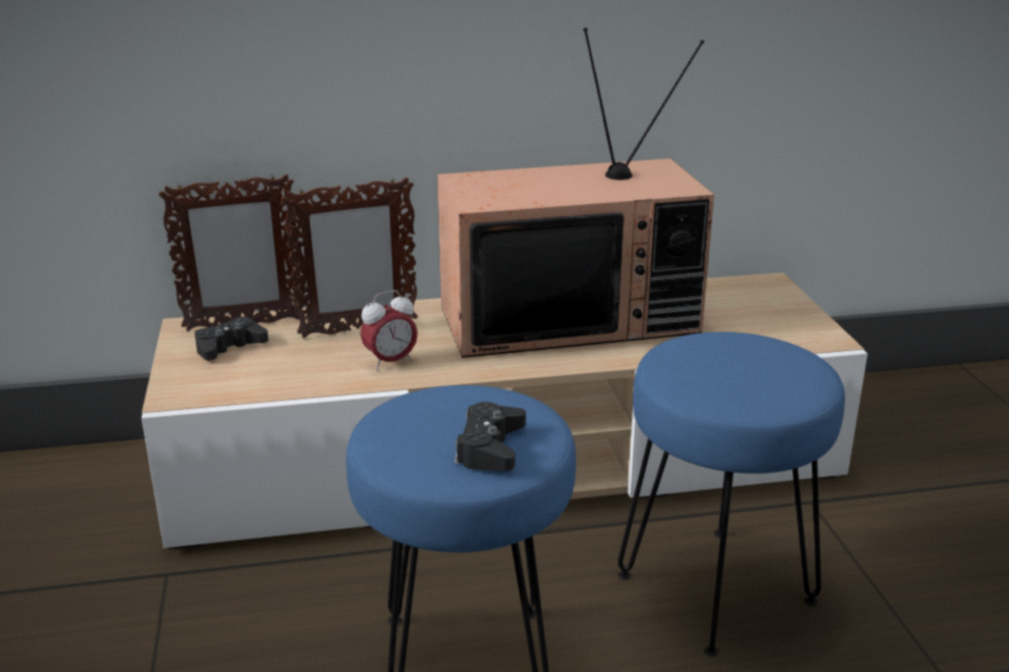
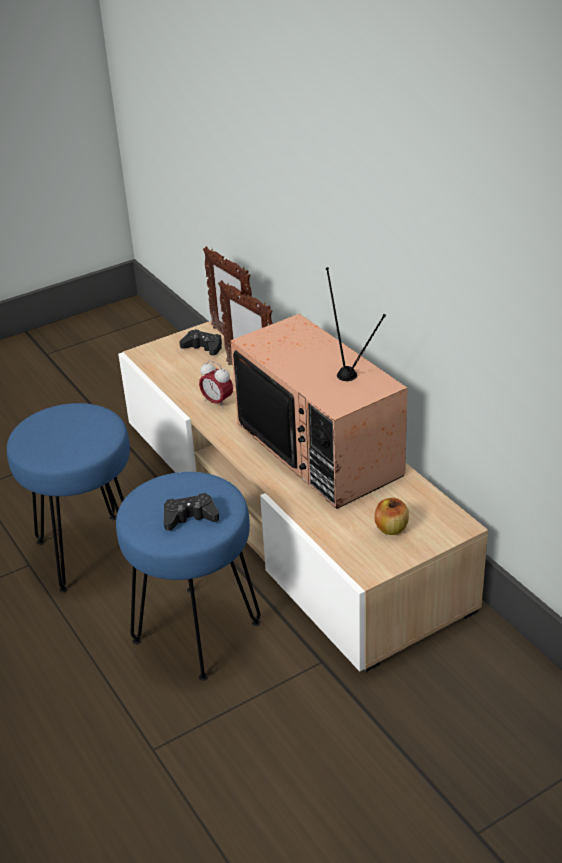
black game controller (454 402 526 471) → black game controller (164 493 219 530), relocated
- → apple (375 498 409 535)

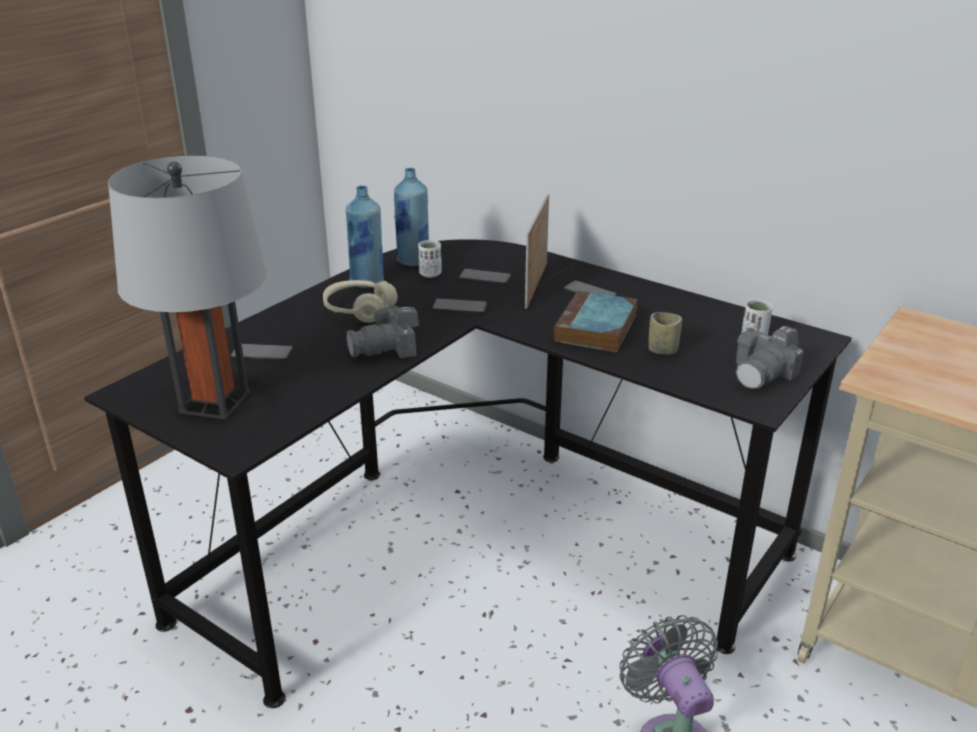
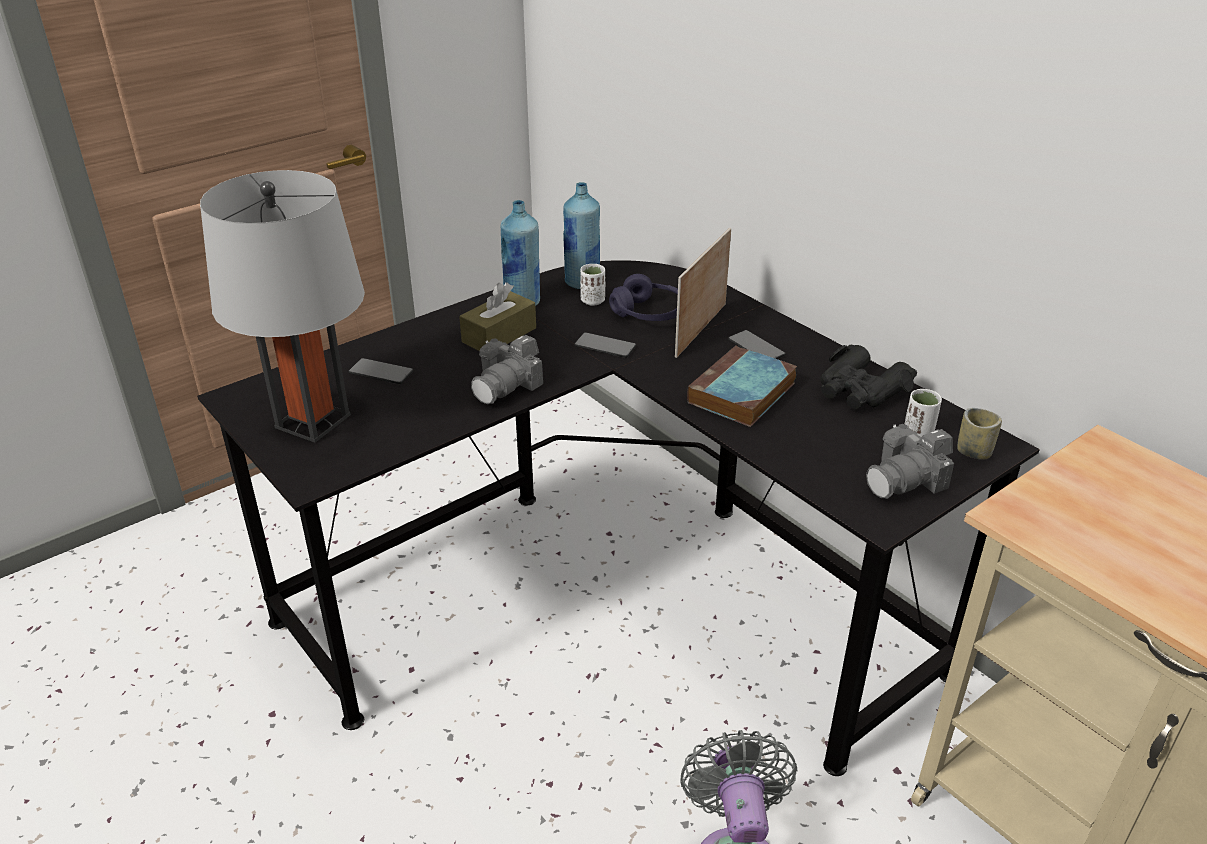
beige headphones (323 280 397 323) → brown tissue box (459 282 536 351)
photo camera (346 305 419 358) → photo camera (471 335 543 404), 45 degrees counterclockwise
phone (459 269 511 285) → purple headphones (609 274 678 321)
- → black binoculars (820 344 917 409)
cup (648 312 682 355) → cup (957 408 1002 460), relocated

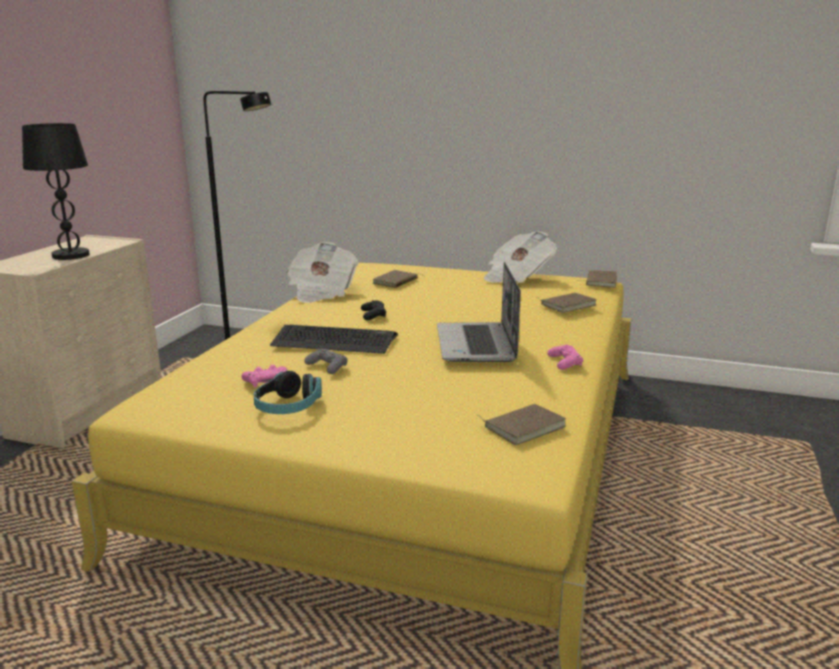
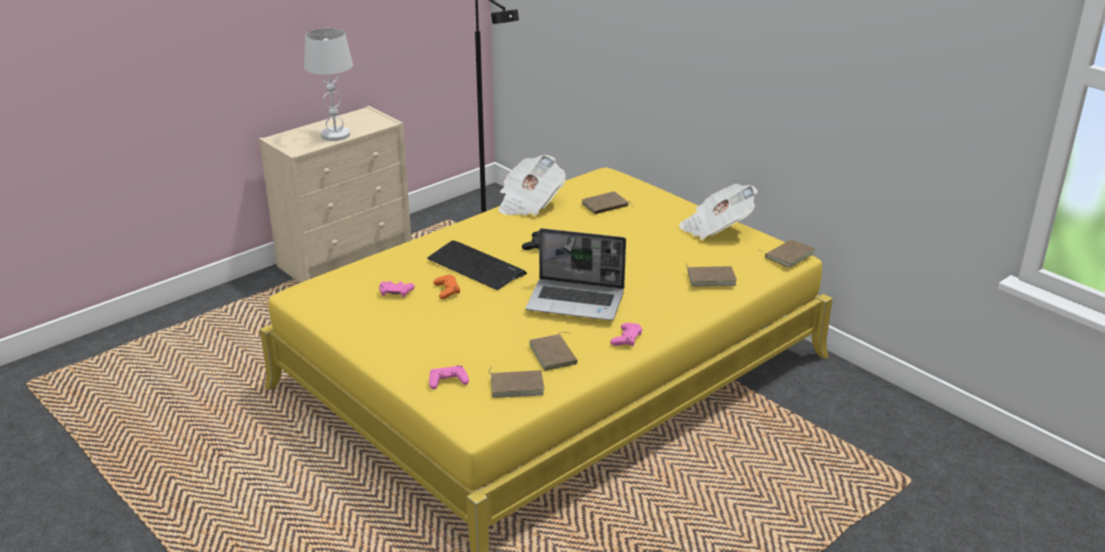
black table lamp (22 123 90 260) → white table lamp (304 28 353 141)
- → pink game controller (429 365 469 389)
grey game controller (304 349 348 374) → orange game controller (433 274 460 299)
laptop (437 262 521 362) → laptop (526 228 626 321), 105 degrees counterclockwise
- → brown book (529 332 578 371)
headphones (254 371 322 414) → -

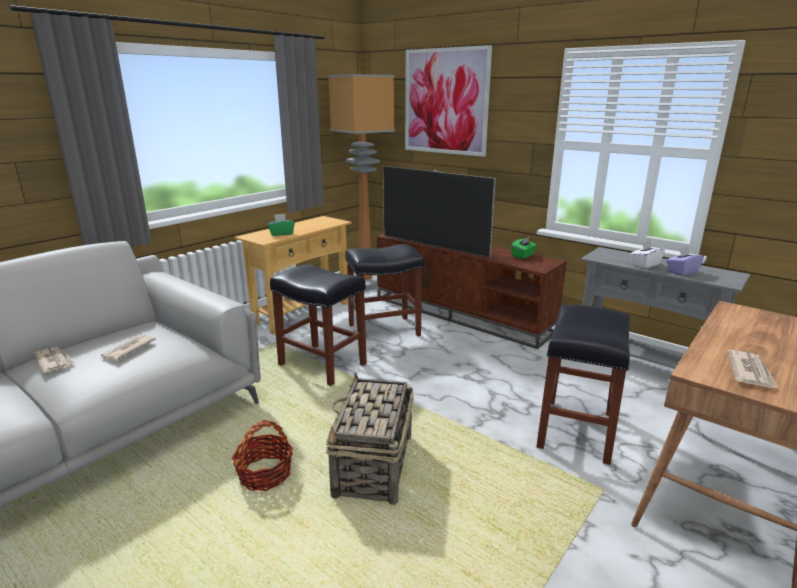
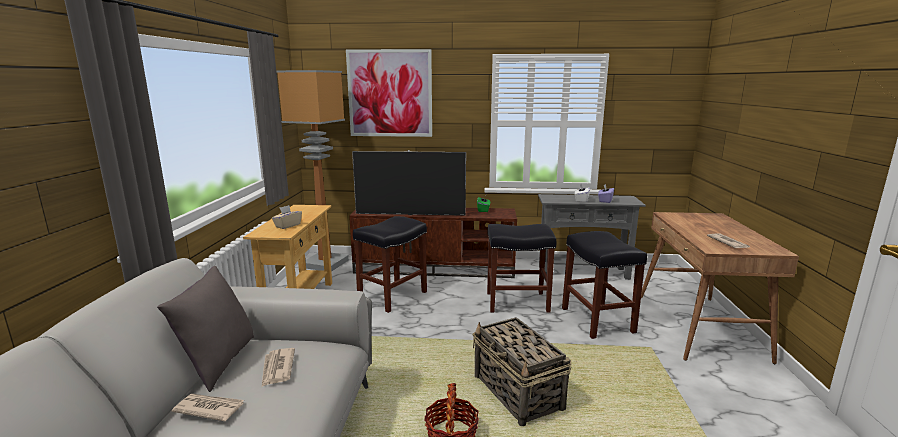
- → grey pillow (157 266 254 392)
green tissue box (267 214 295 236) → beige tissue box (272 205 302 229)
black stool (270 264 367 386) → black stool (487 224 556 313), relocated

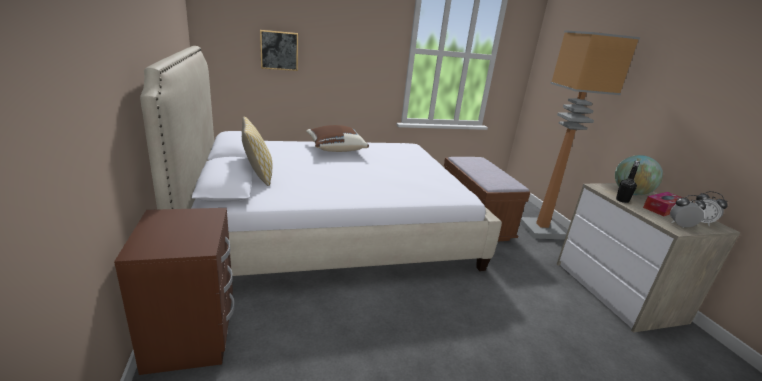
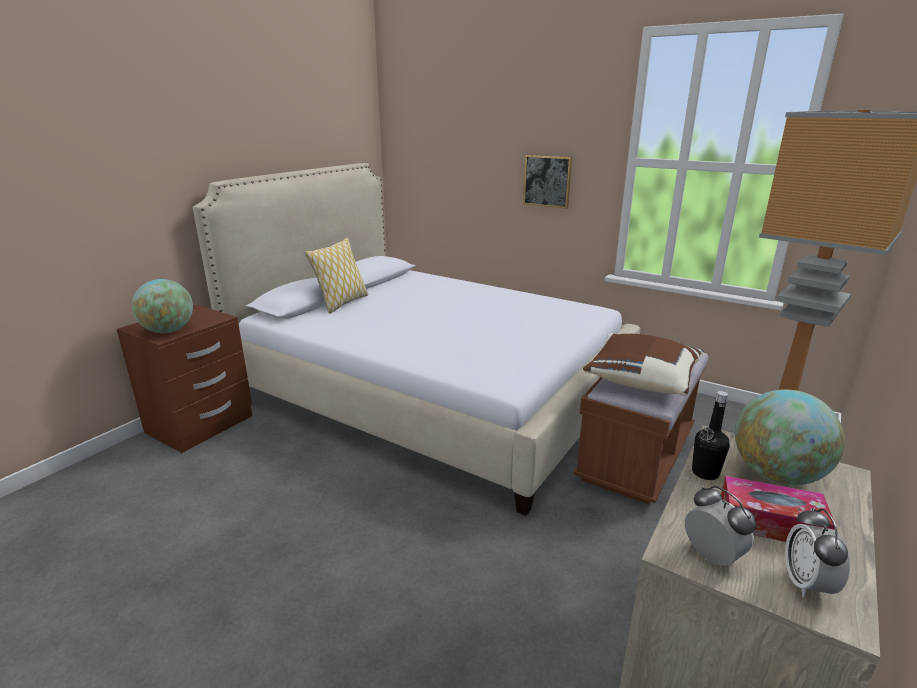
- → globe (132 279 193 333)
picture (260 30 298 71) → picture (523 155 572 209), relocated
brown pillow (306 125 369 152) → brown pillow (583 333 704 396), relocated

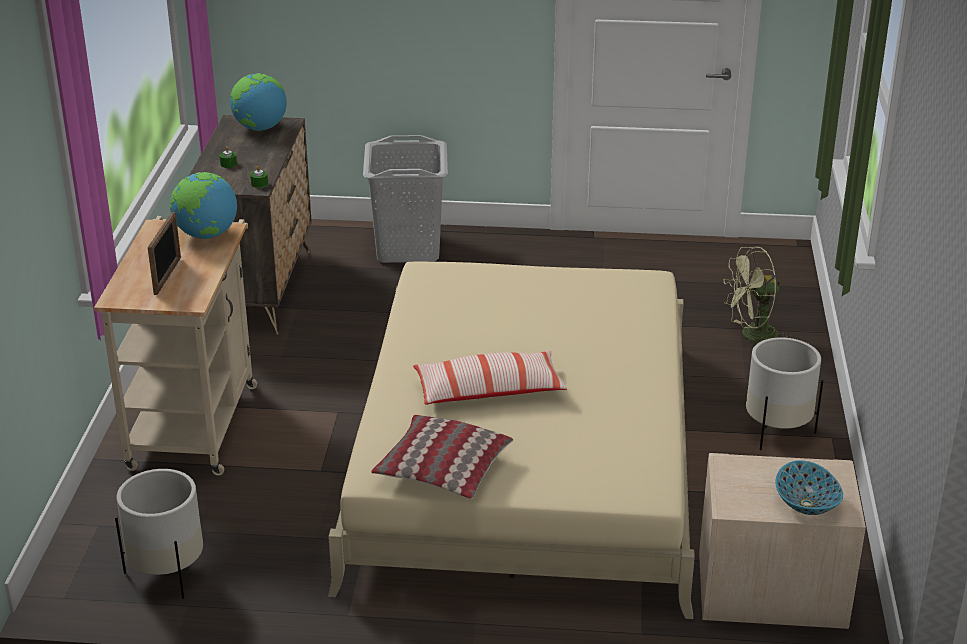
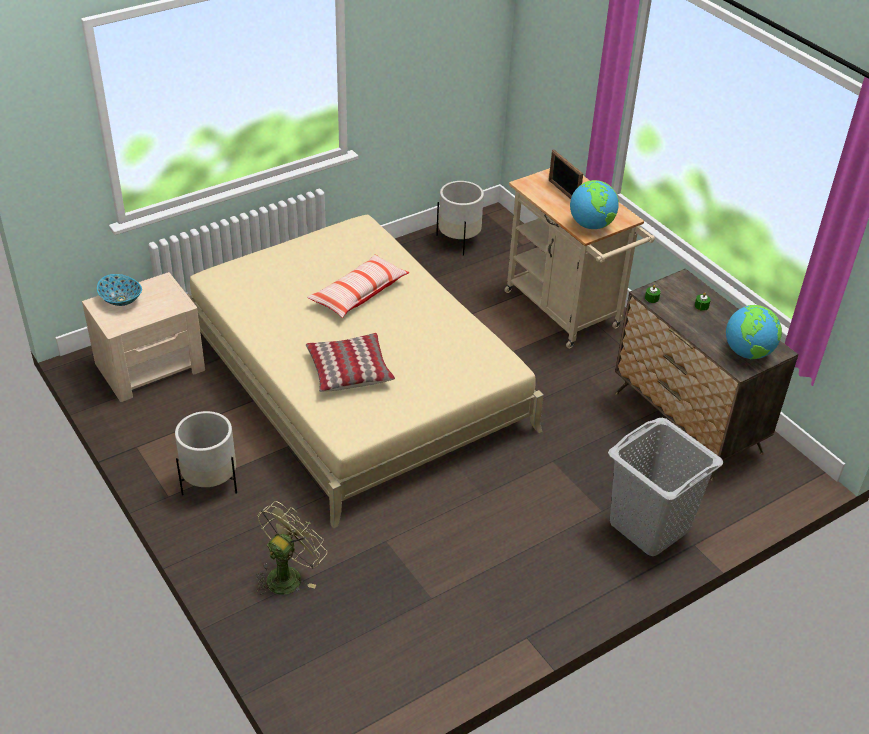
pillow (371 415 513 499) → pillow (306 333 395 392), relocated

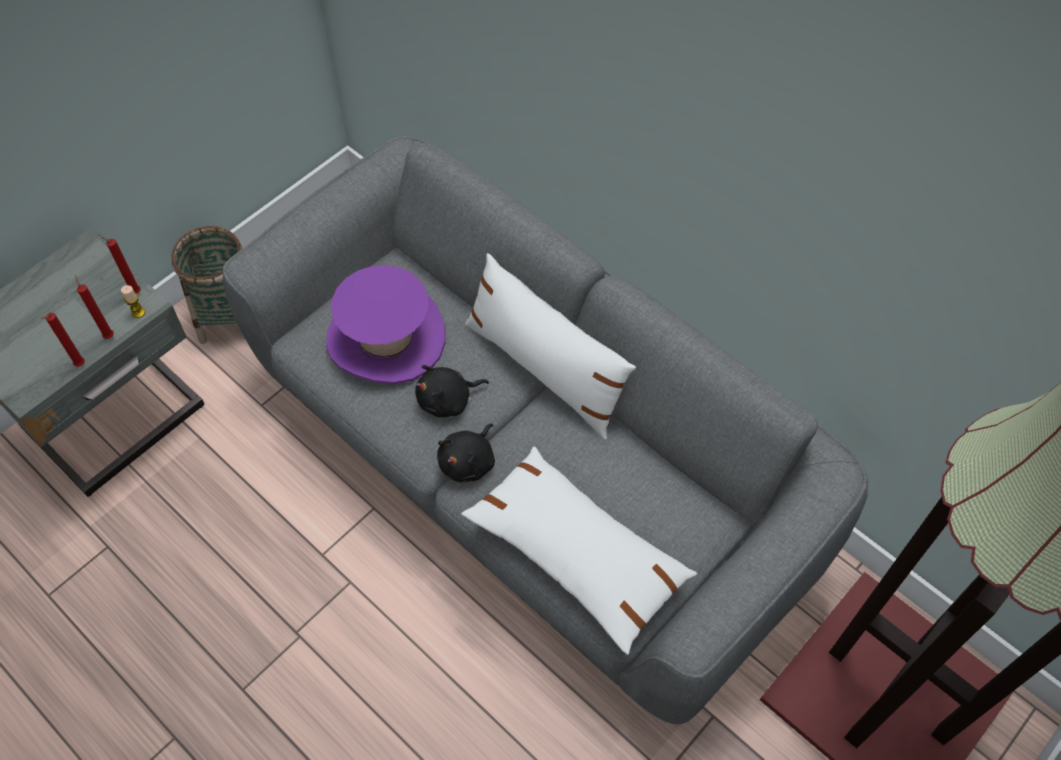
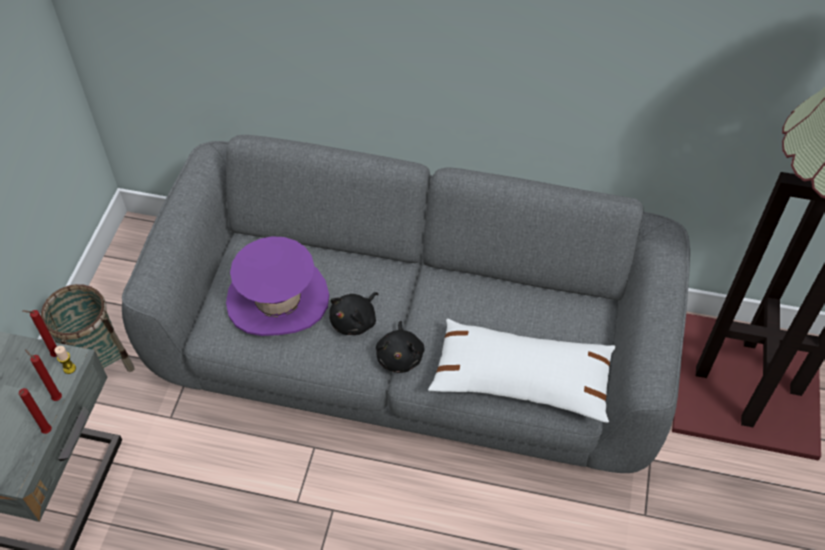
white pillow (465 253 636 440) → -

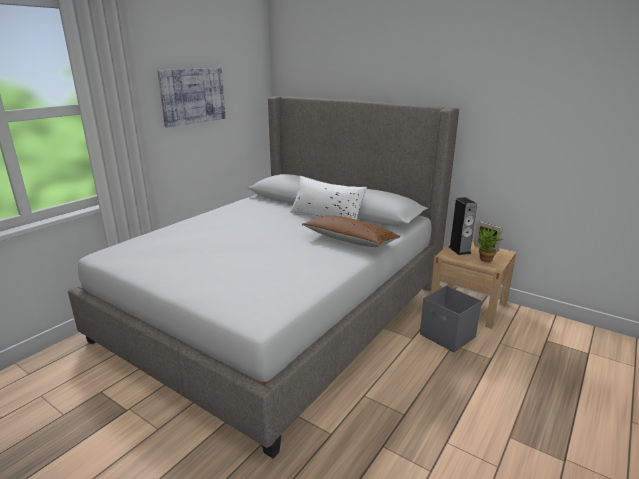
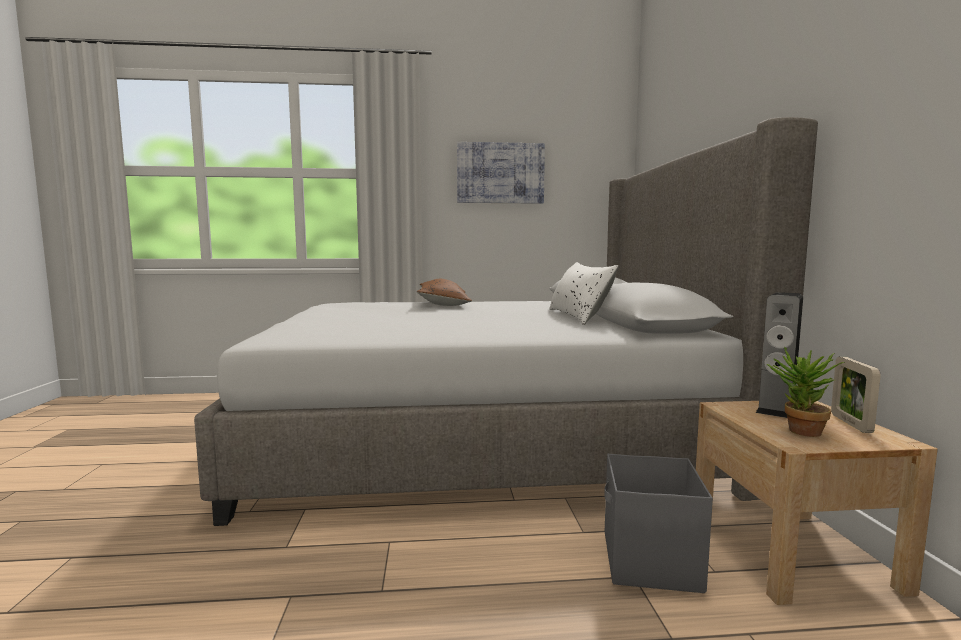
brown pillow (301 216 400 247) → brown pillow (417 279 472 306), relocated

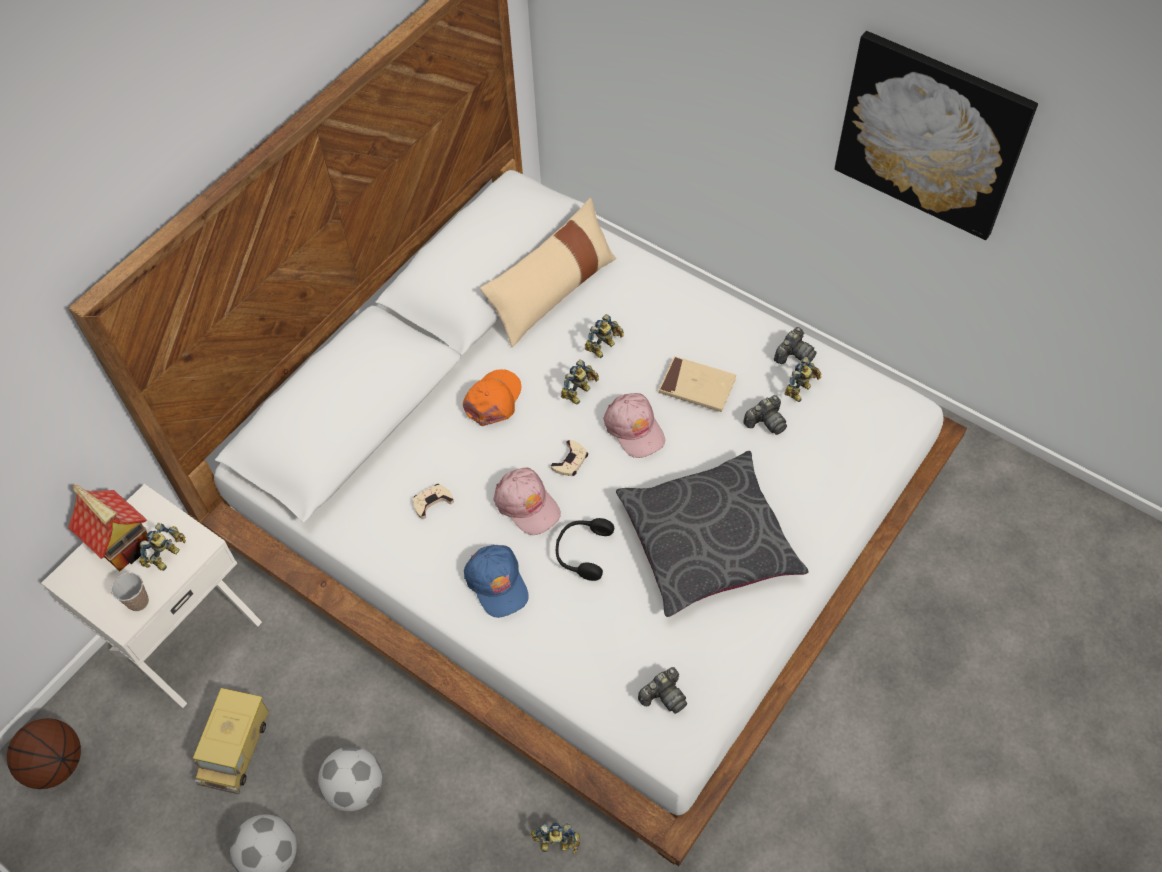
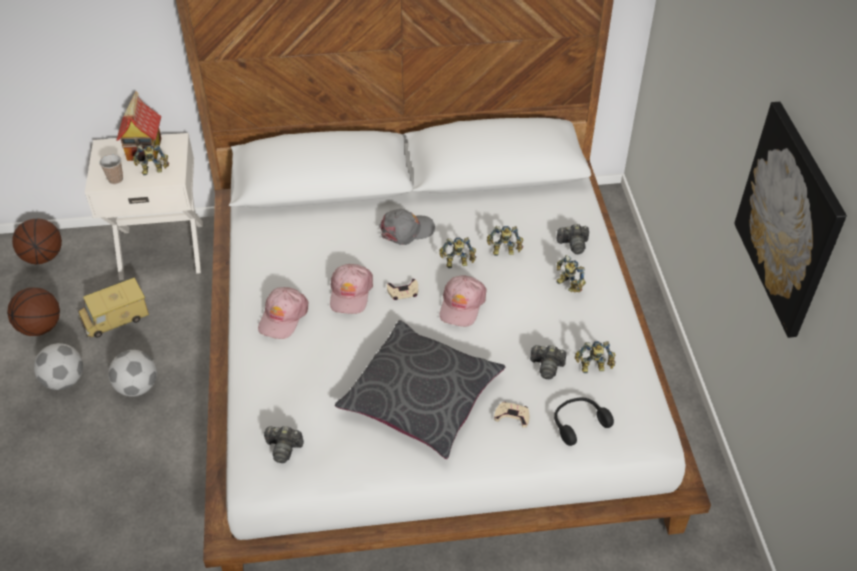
- → basketball (7 287 60 336)
blue cap (464 545 529 618) → pink cap (258 287 309 339)
orange cap (463 369 521 426) → grey cap (379 209 435 245)
beige game controller (413 484 454 519) → beige game controller (494 402 530 428), relocated
black headphones (556 518 614 581) → black headphones (554 397 614 446), relocated
photo camera (774 327 817 364) → photo camera (557 224 589 254), relocated
toy robot (531 823 580 854) → toy robot (557 255 586 292), relocated
beige pillow (480 198 616 347) → -
beige book (659 356 736 412) → -

